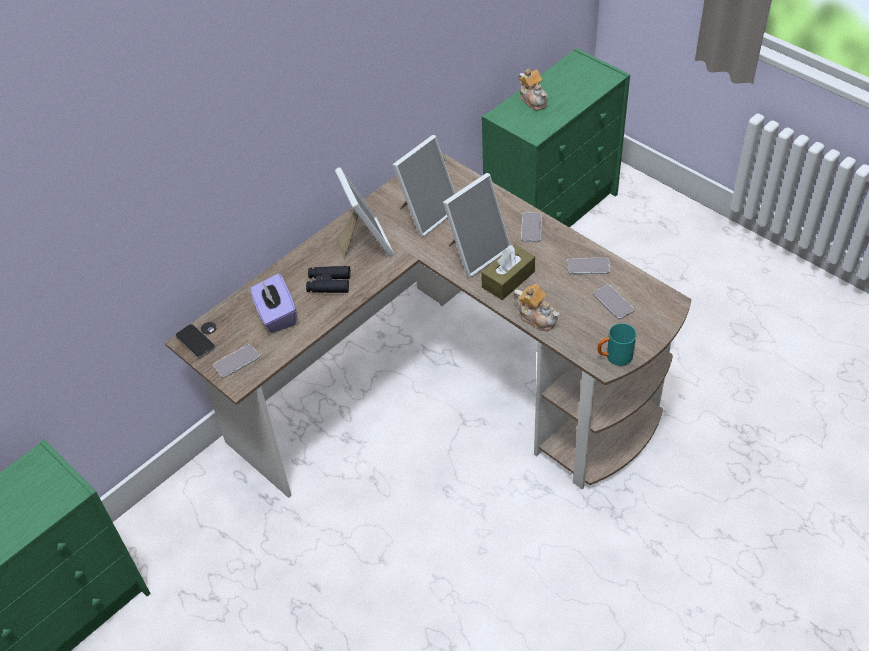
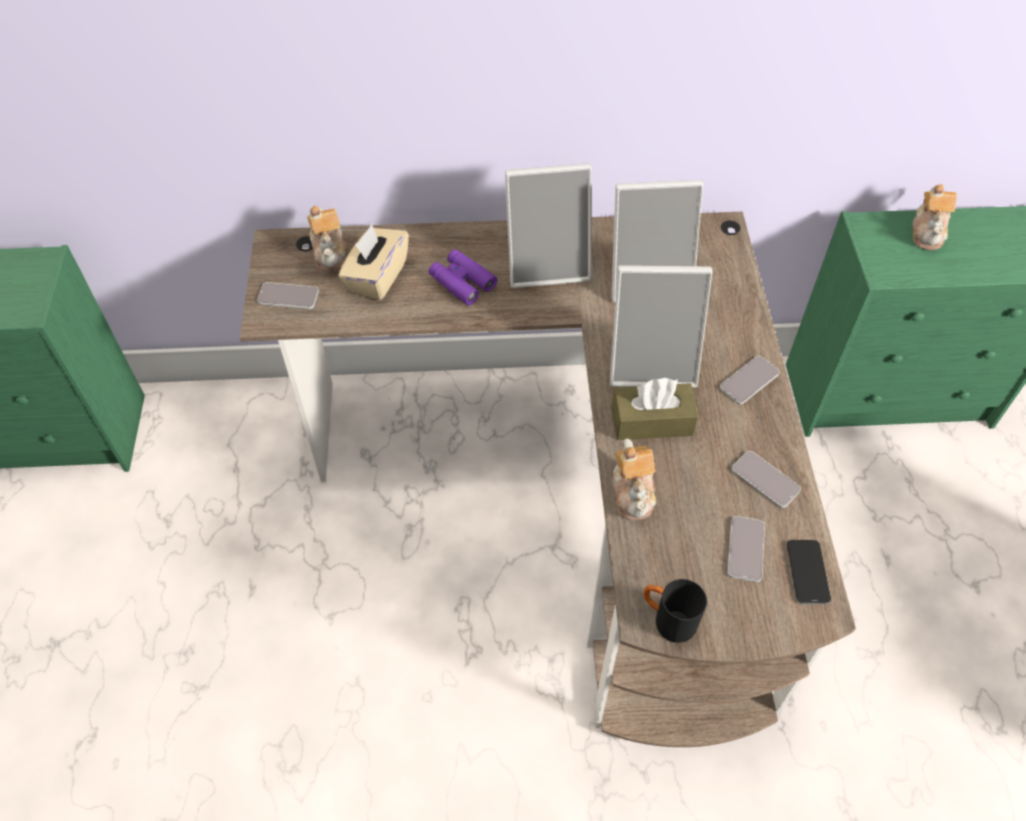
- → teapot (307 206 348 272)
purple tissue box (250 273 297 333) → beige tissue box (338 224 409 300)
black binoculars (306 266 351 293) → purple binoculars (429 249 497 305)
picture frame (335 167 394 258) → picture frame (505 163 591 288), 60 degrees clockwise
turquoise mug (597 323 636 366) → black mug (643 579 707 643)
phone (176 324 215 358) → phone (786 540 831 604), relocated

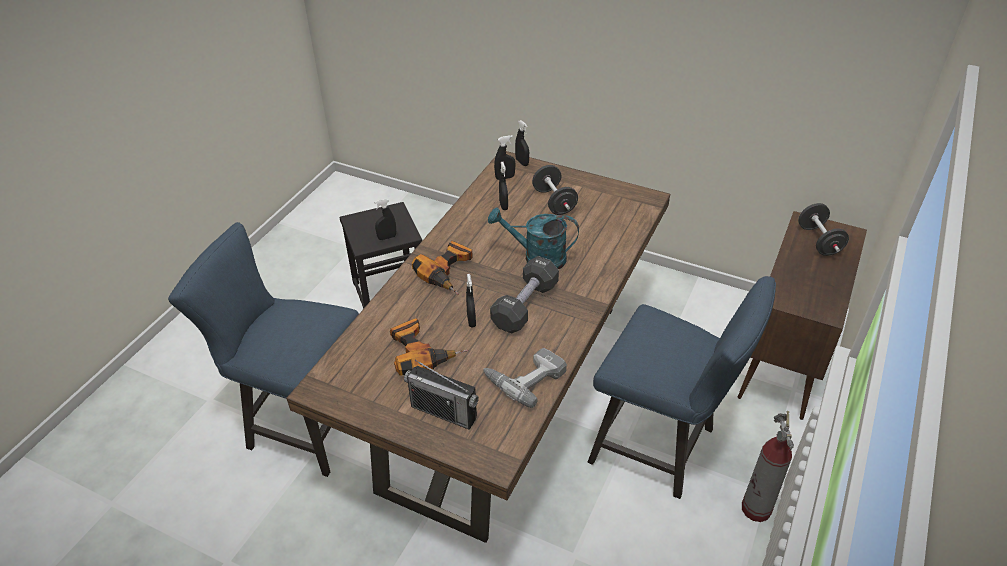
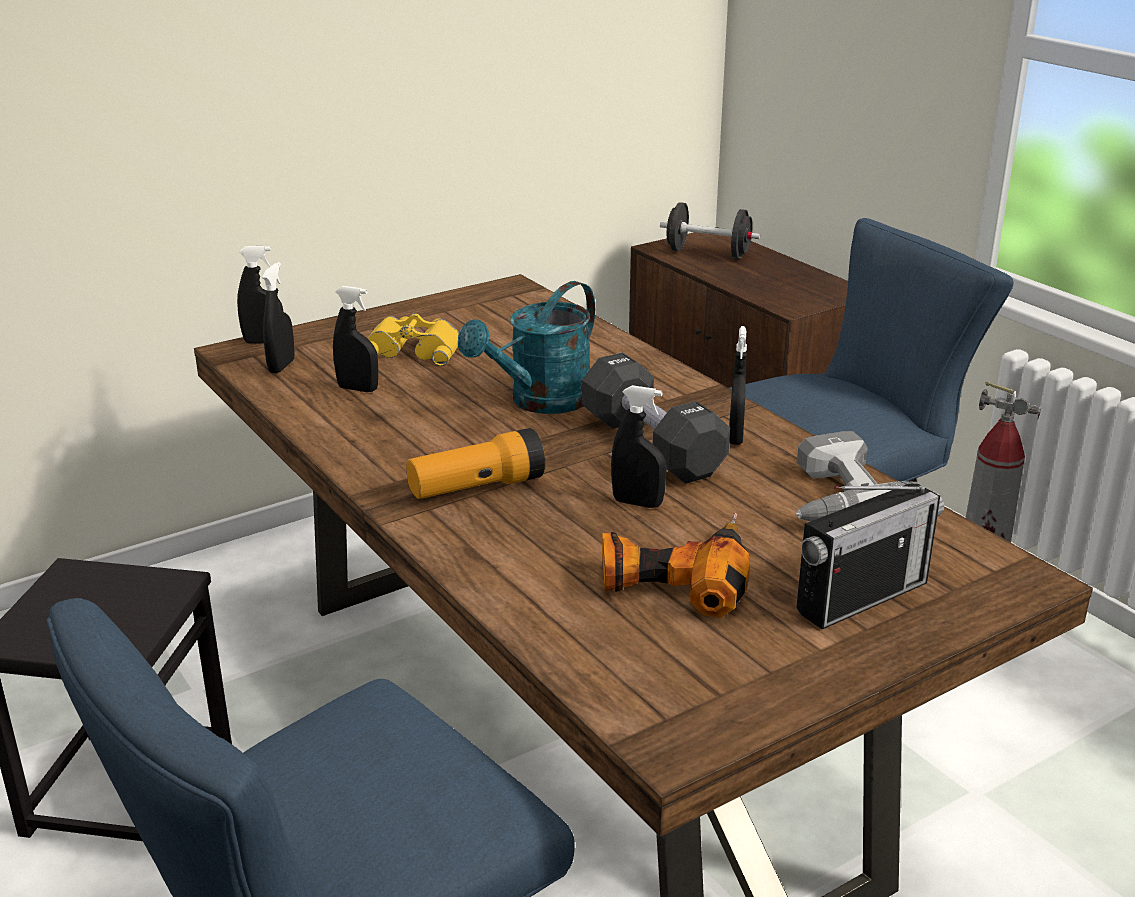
black dumbbell (532 165 578 215) → yellow binoculars (367 313 459 366)
power drill (412 241 473 295) → flashlight (407 428 545 499)
black spray bottle (374 199 396 240) → black spray bottle (729 326 747 445), relocated

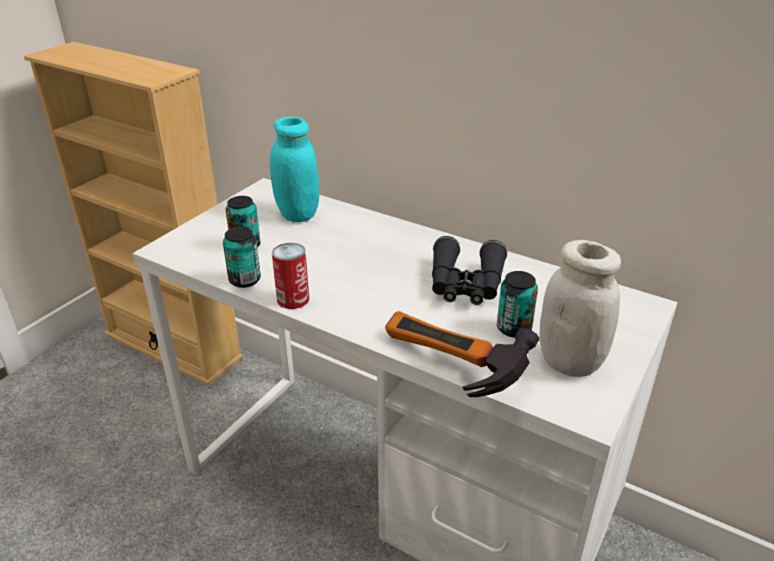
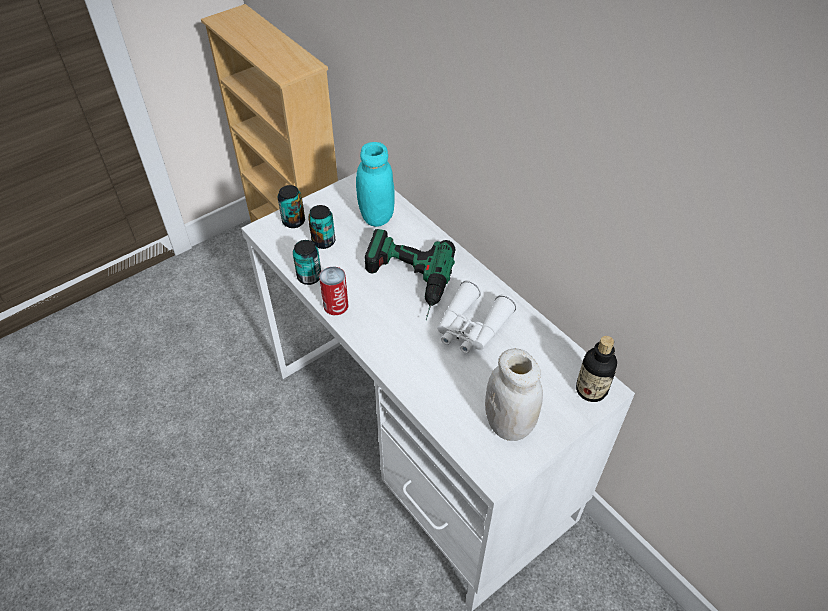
can (497 271 538 338) → can (278 185 305 228), relocated
- → power drill (365 229 455 320)
black binoculars (432 236 507 305) → white binoculars (437 280 517 353)
- → bottle (576 336 617 402)
hammer (385 311 540 397) → -

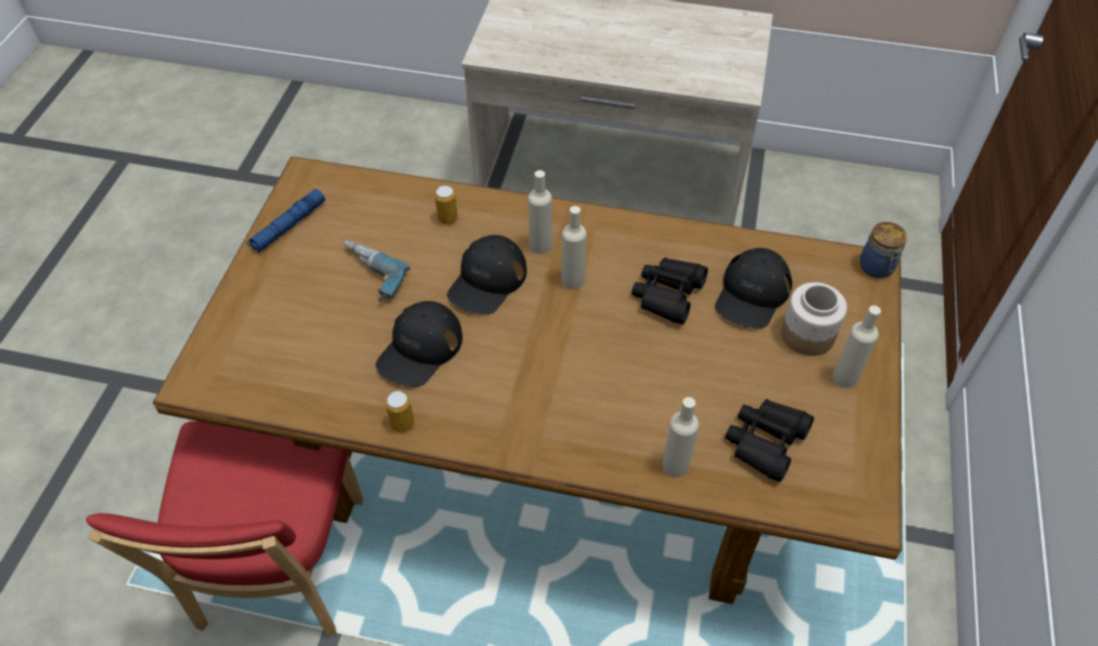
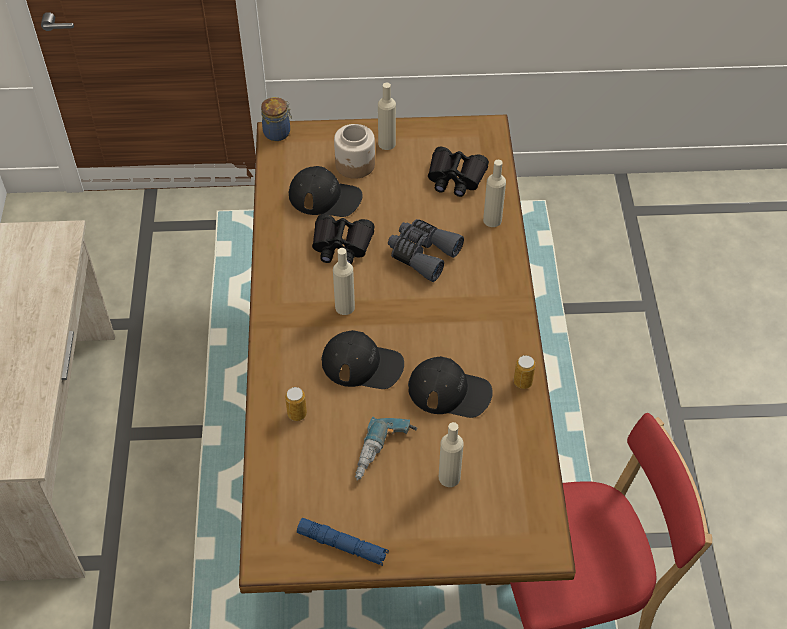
- → grey binoculars (388 219 464 282)
beige bottle (528 170 552 254) → beige bottle (439 422 464 487), relocated

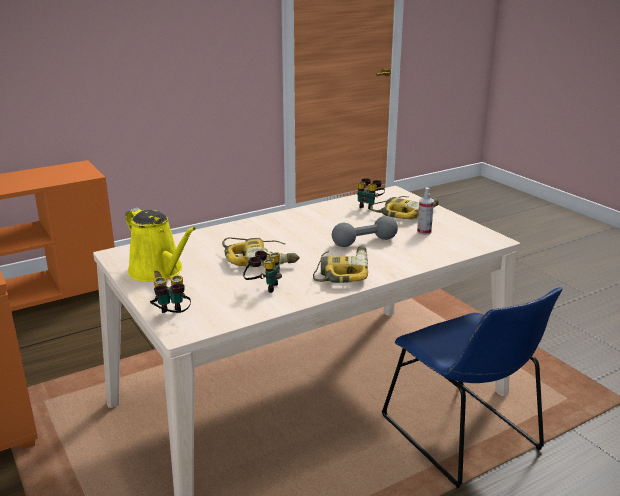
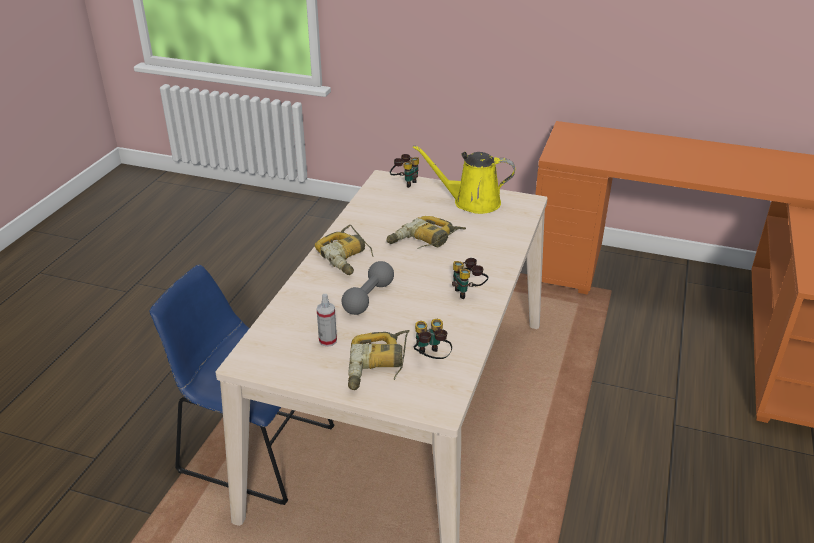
binoculars (243 251 282 293) → binoculars (452 258 489 299), relocated

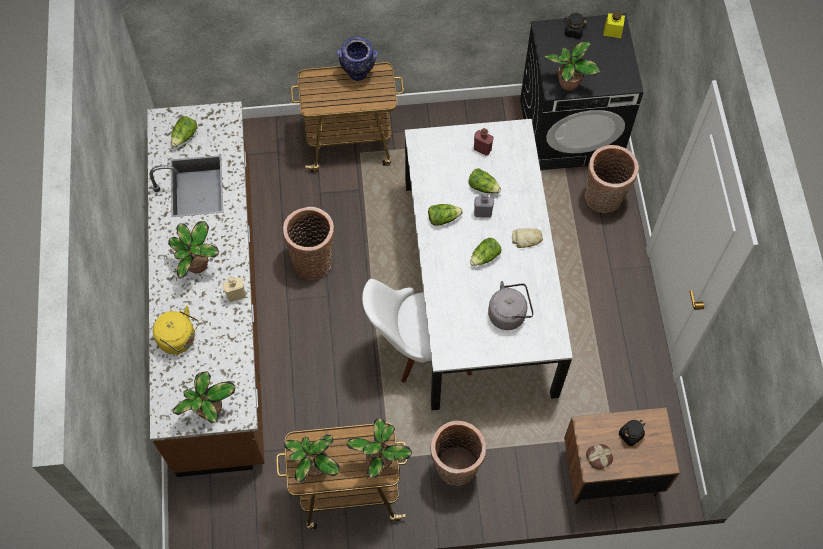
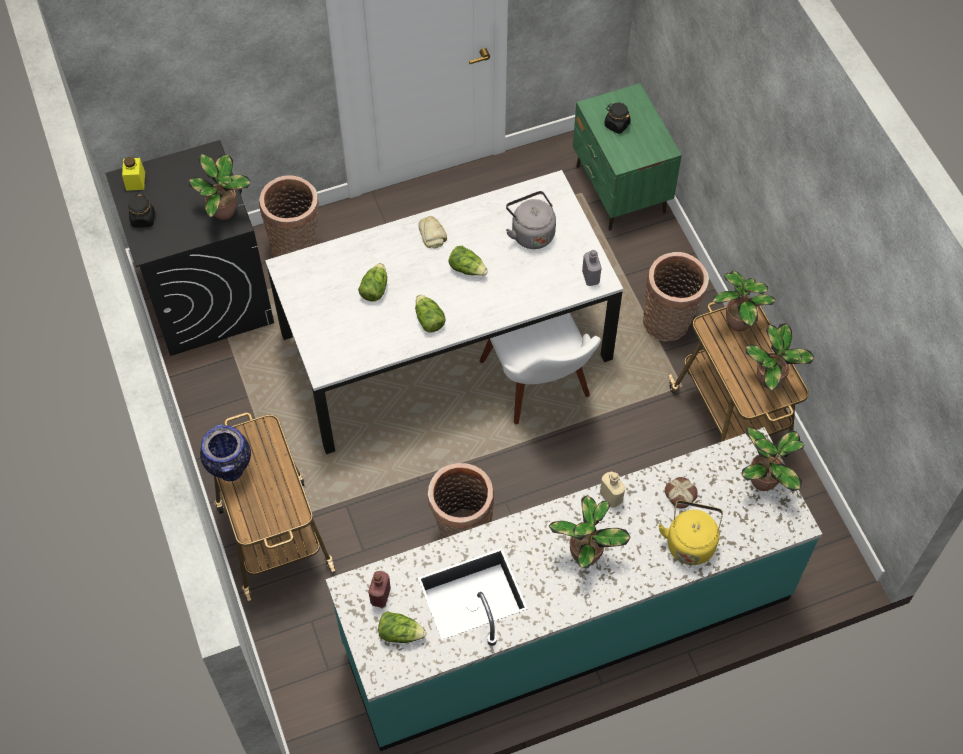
brown counter (147 101 264 477) → turquoise counter (326 427 822 751)
red bottle (474 128 494 156) → red bottle (368 571 391 608), relocated
brown nightstand (564 407 680 504) → green nightstand (573 83 682 230)
grey bottle (474 193 494 218) → grey bottle (582 250 602 286), relocated
bread (586 444 613 470) → bread (665 477 698 508), relocated

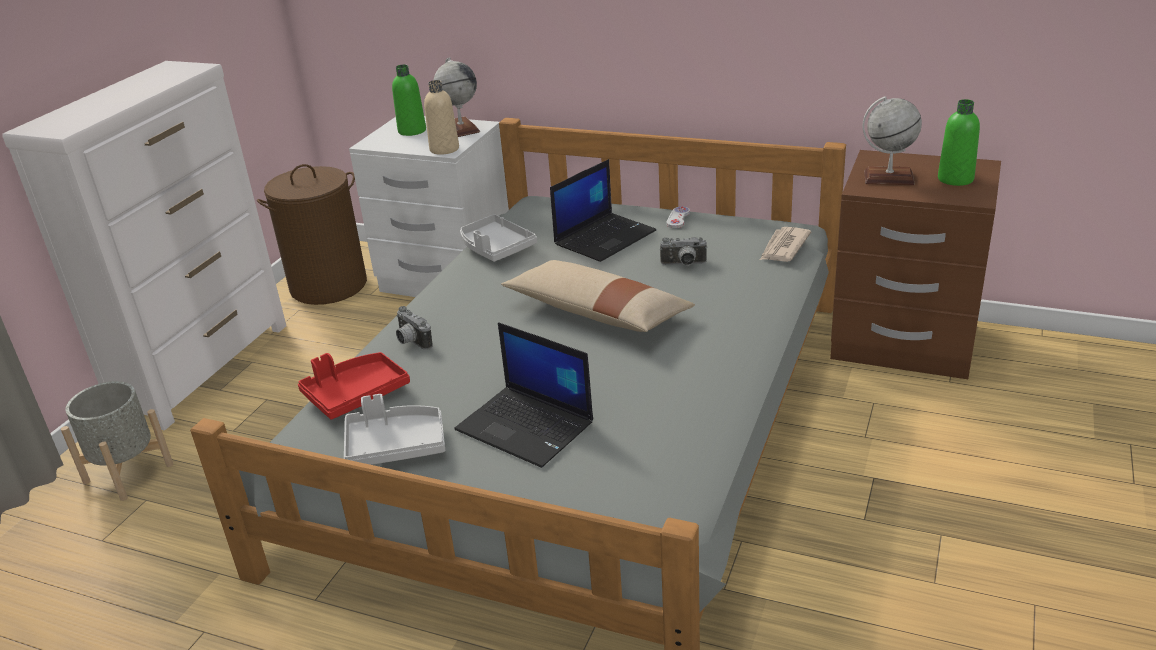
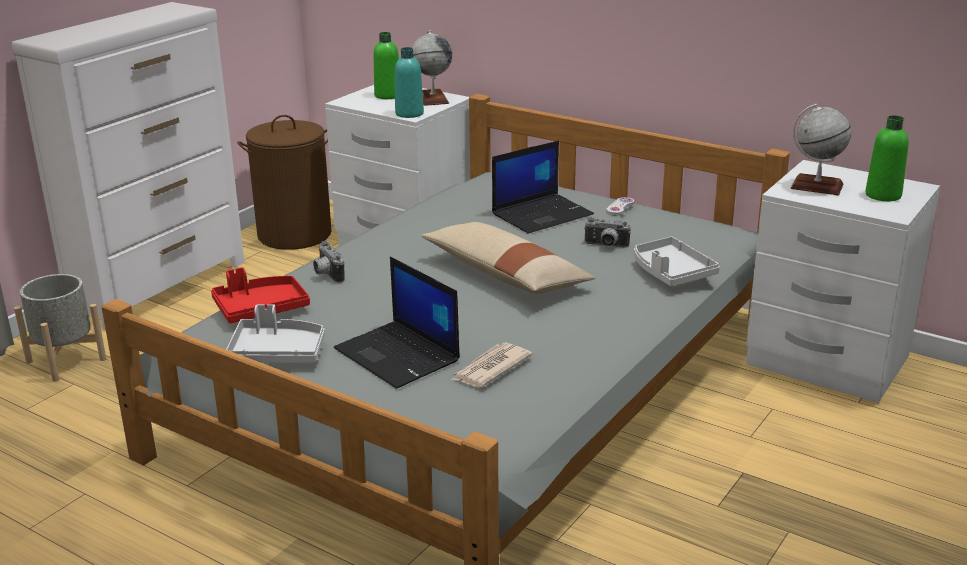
beige bottle (424 80 459 155) → turquoise bottle (395 47 424 118)
newspaper (760 227 811 262) → newspaper (451 343 533 388), relocated
grey tray (460 214 537 262) → grey tray (634 237 720 286), relocated
brown nightstand (830 150 1001 379) → white nightstand (746 160 940 403)

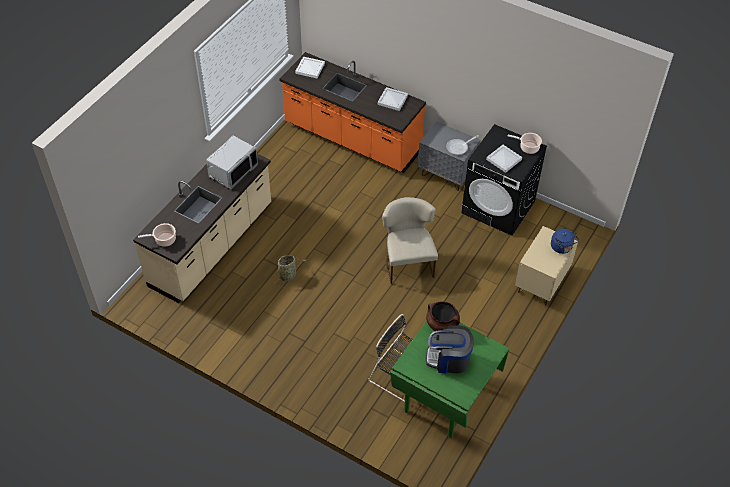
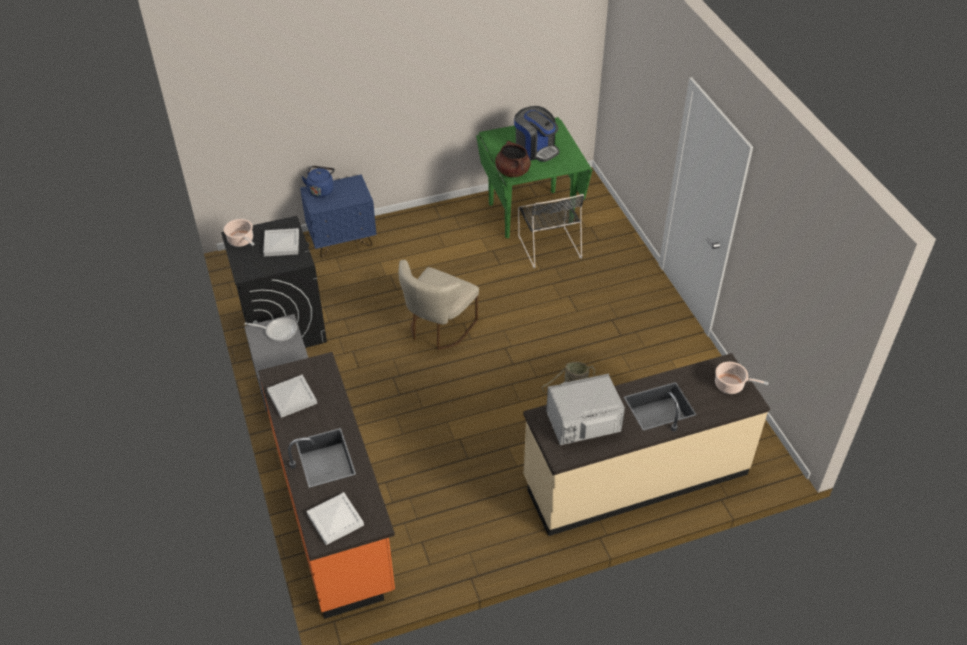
beige nightstand (515 226 578 305) → blue nightstand (300 174 377 258)

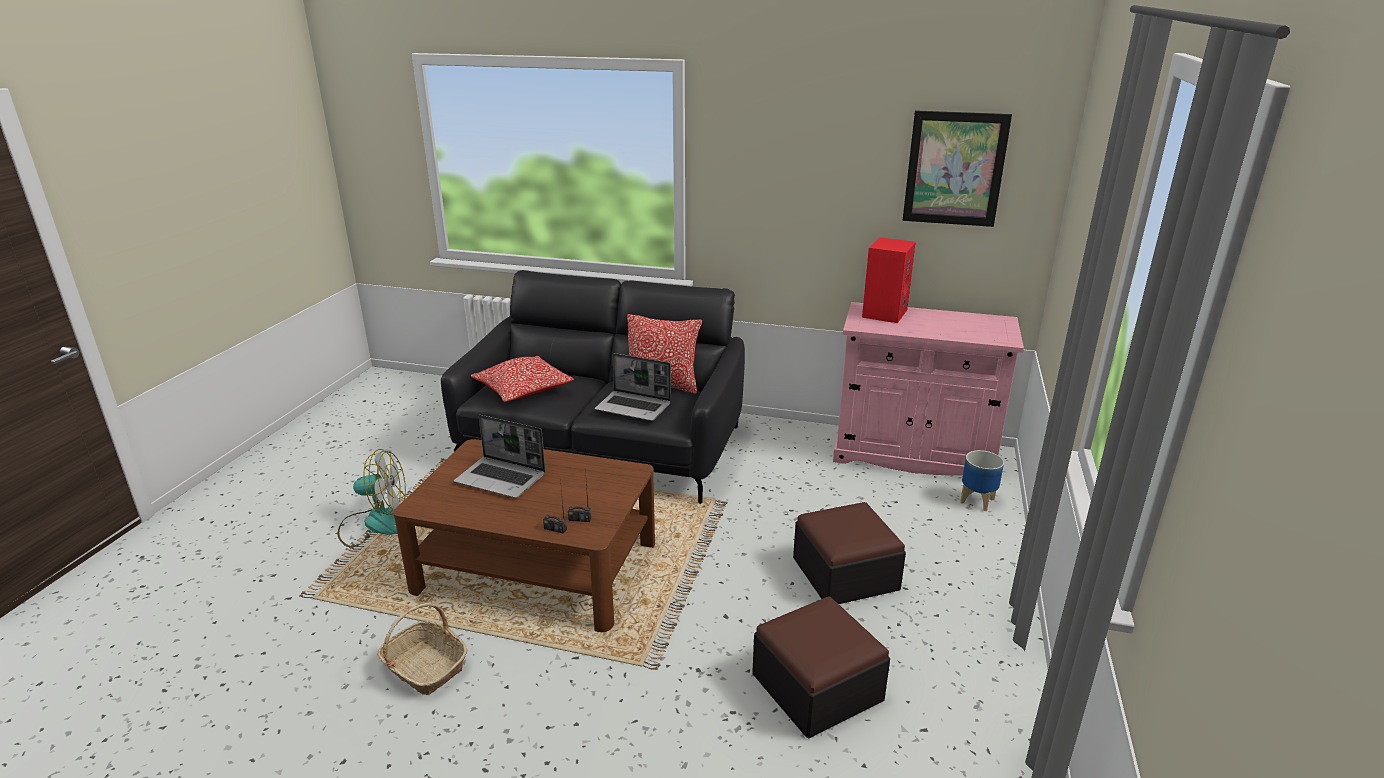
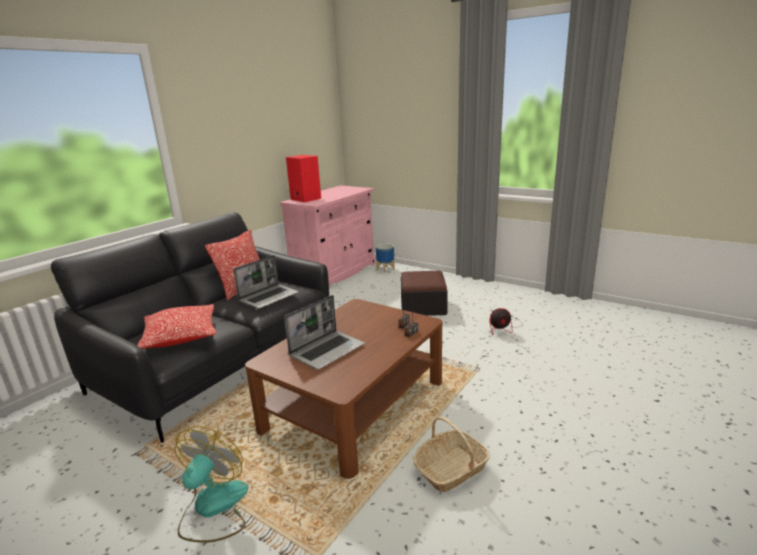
ottoman (752 597 890 738) → fan (489 308 523 335)
picture (902 110 1012 227) → -

